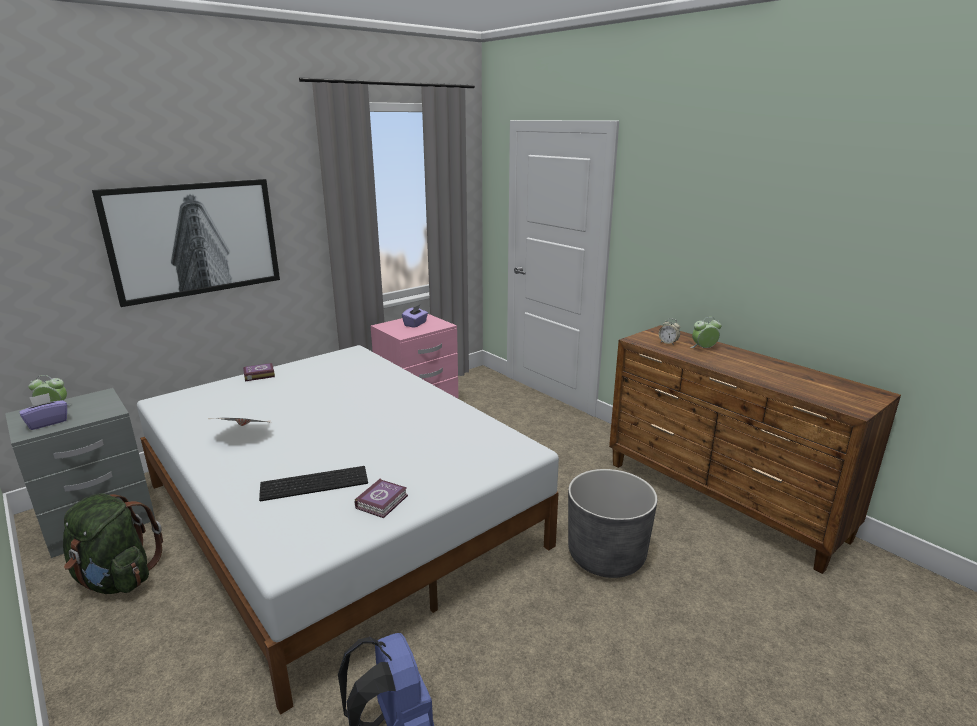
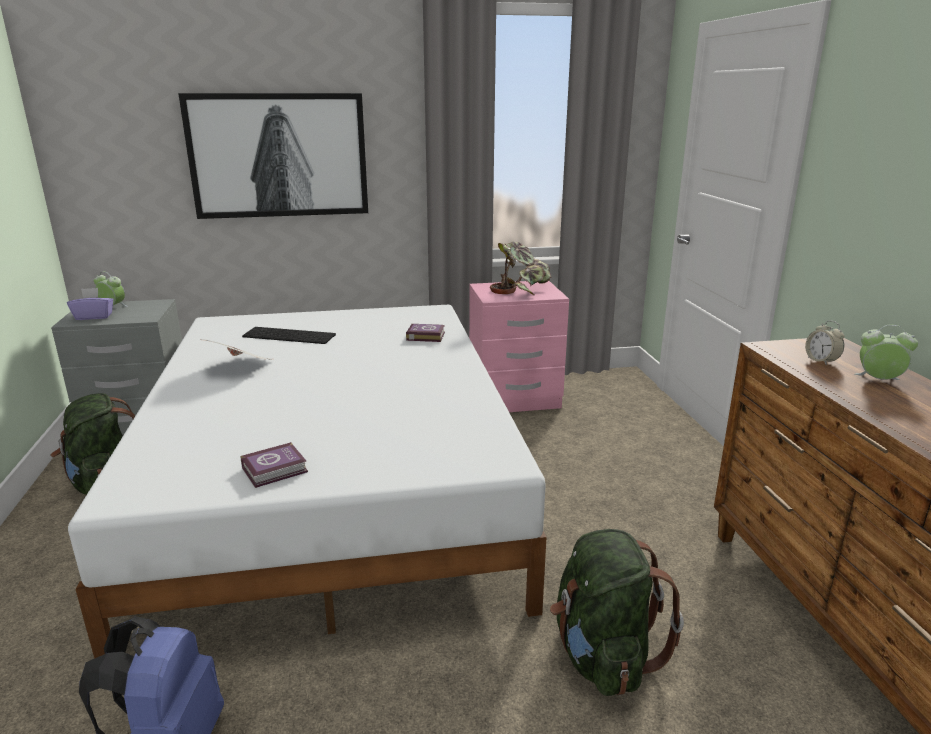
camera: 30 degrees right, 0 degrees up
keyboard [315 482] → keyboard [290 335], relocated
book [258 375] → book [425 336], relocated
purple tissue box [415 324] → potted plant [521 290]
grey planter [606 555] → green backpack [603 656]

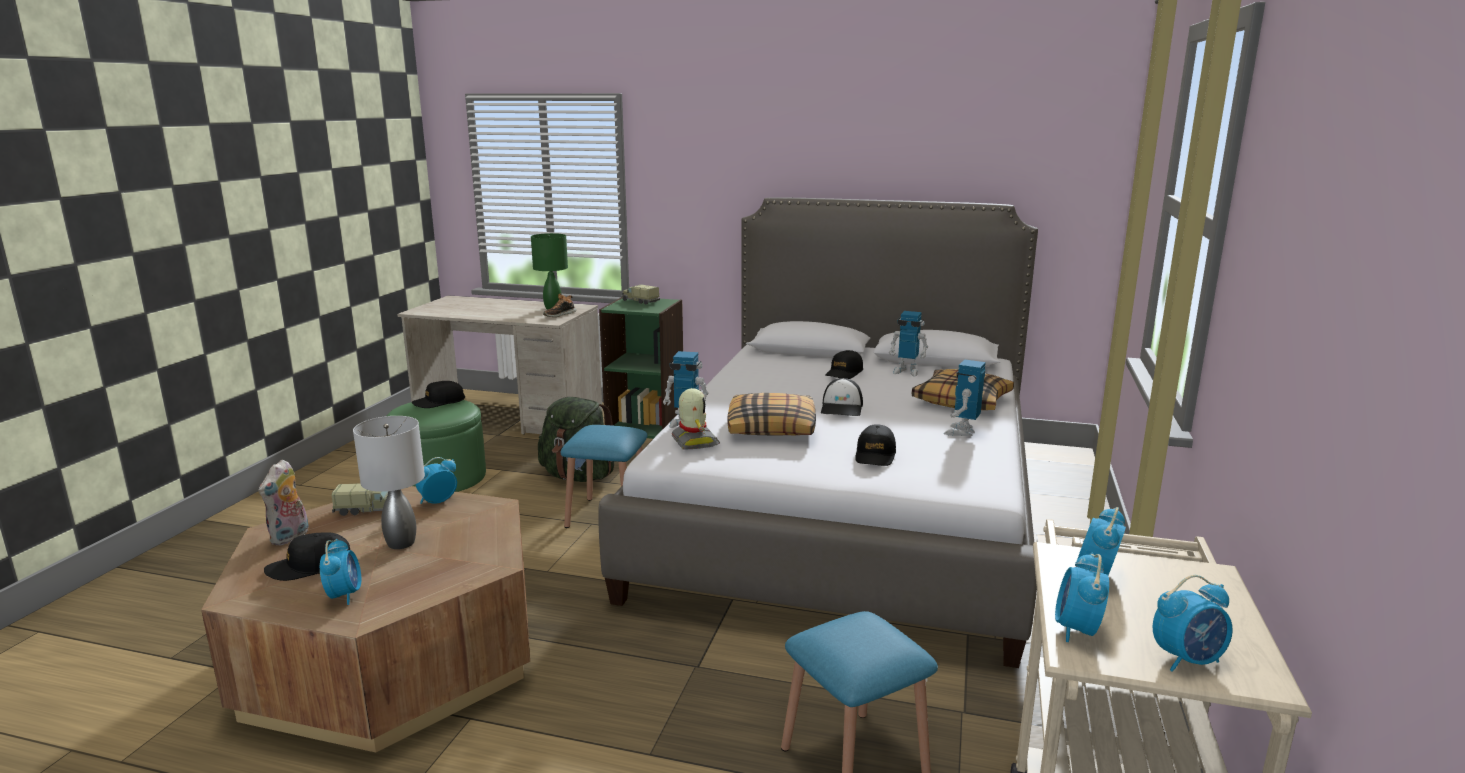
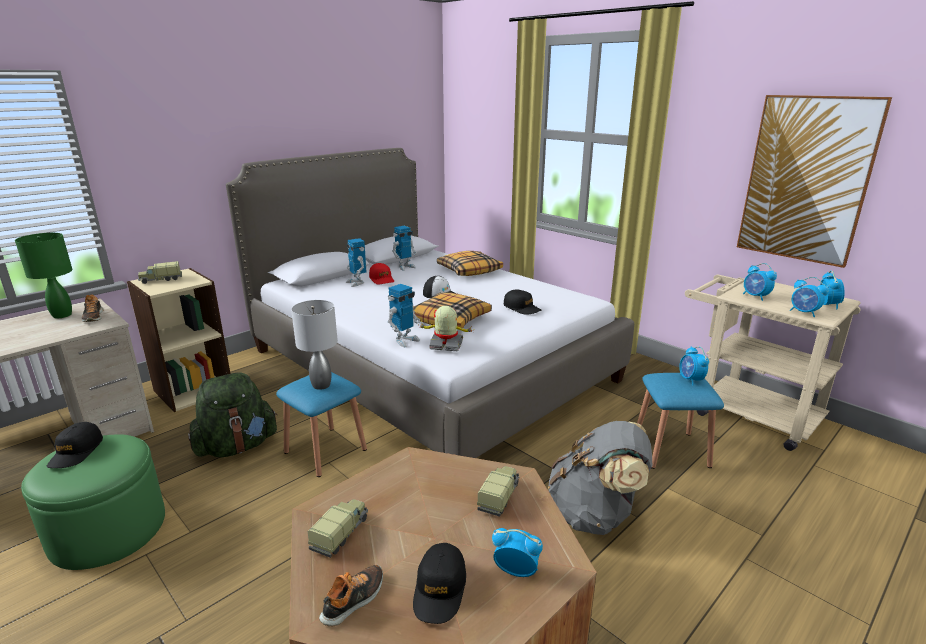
camera: 60 degrees left, 5 degrees up
green bookcase [646 426] → beige bookcase [193 390]
grey table lamp [400 543] → grey table lamp [321 385], relocated
plush toy [290 537] → shoe [354 600]
toy robot [962 432] → toy robot [357 283], relocated
black cap [844 373] → red cap [382 279]
- → toy truck [499 496]
- → grey backpack [595 515]
alarm clock [437 501] → alarm clock [690 380], relocated
- → picture [806 180]

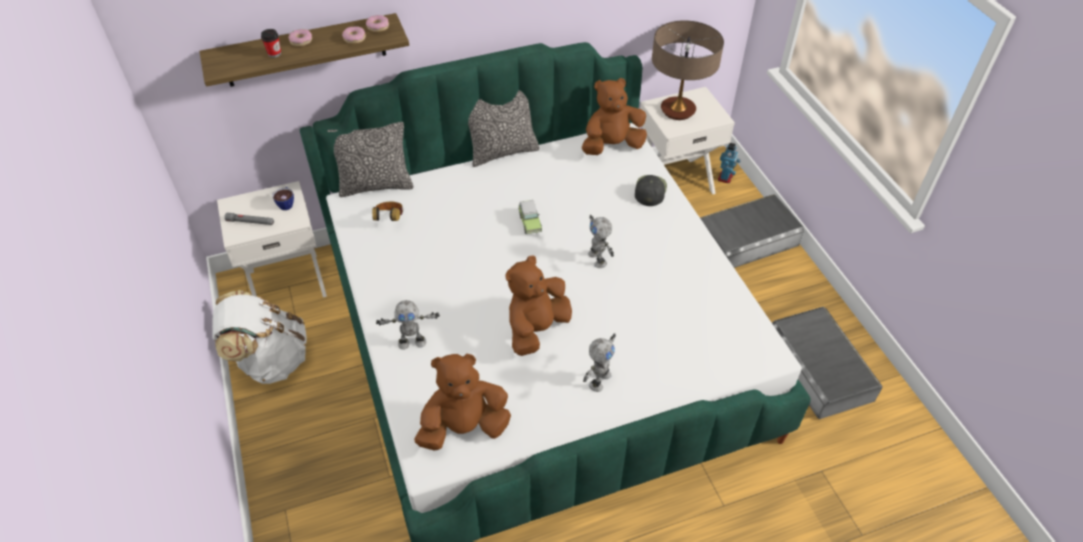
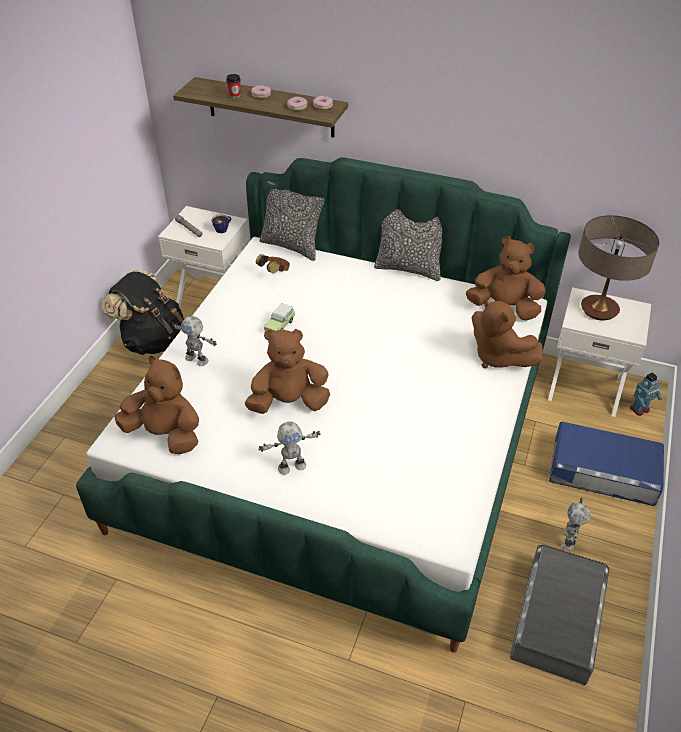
camera: 40 degrees right, 5 degrees down
white backpack [271 360] → black backpack [153 340]
toy car [529 222] → toy car [280 325], relocated
black cap [650 190] → brown plush toy [498 357]
grey storage box [745 239] → blue storage box [603 469]
toy robot [598 259] → toy robot [569 540], relocated

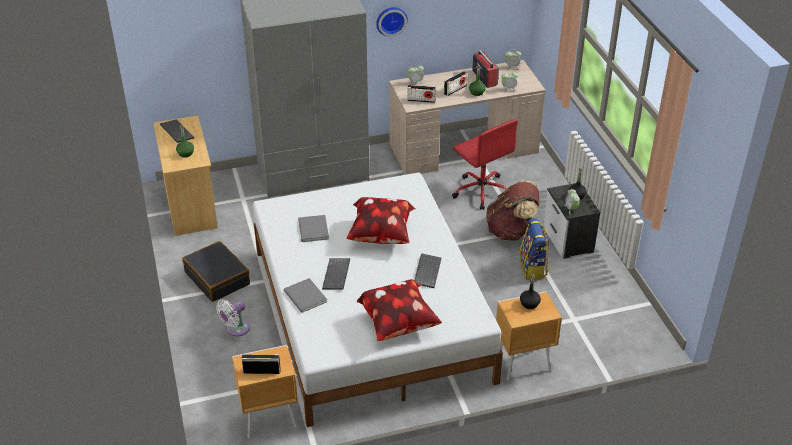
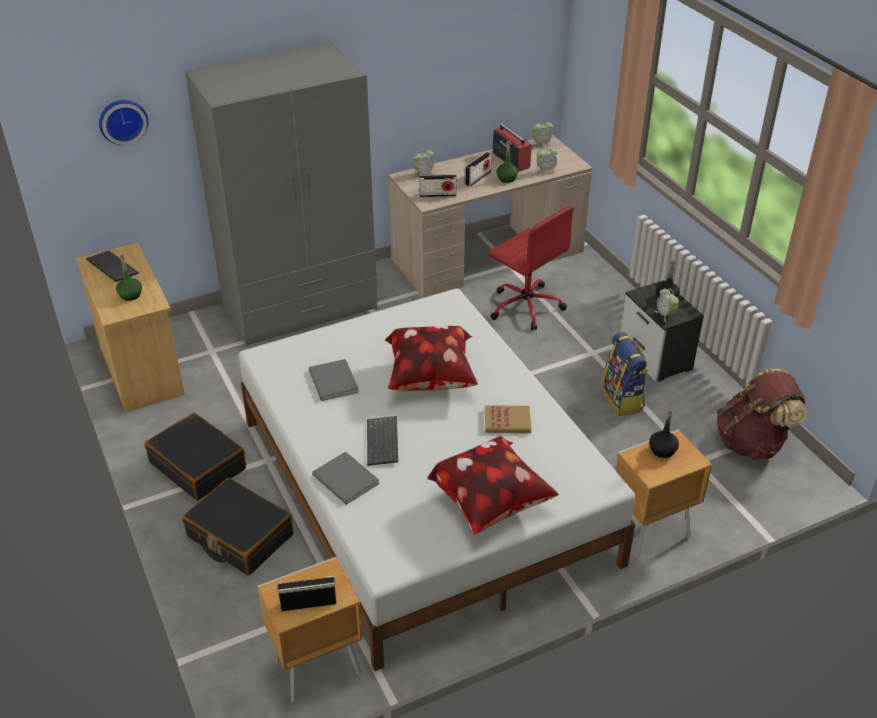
camera: 10 degrees left, 0 degrees up
wall clock [391 20] → wall clock [122 120], relocated
white fan [236 329] → black suitcase [239 536]
keyboard [426 271] → book [507 421]
brown backpack [511 231] → brown backpack [752 443], relocated

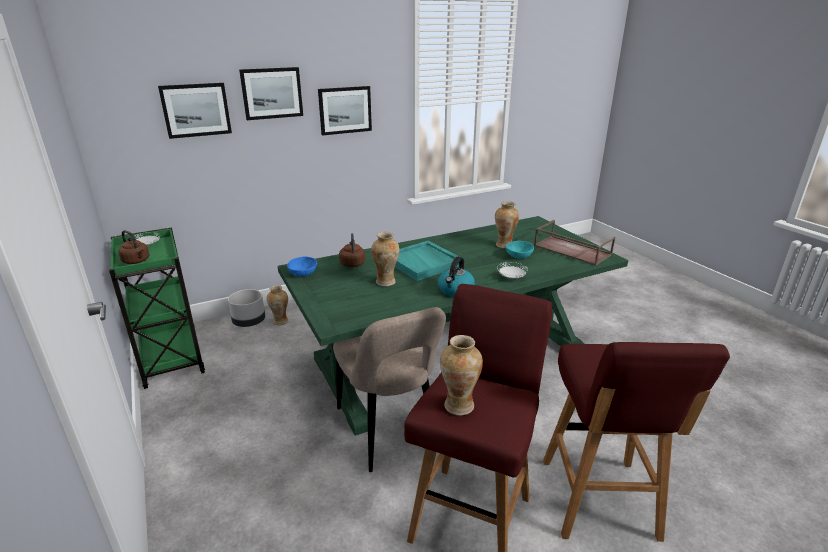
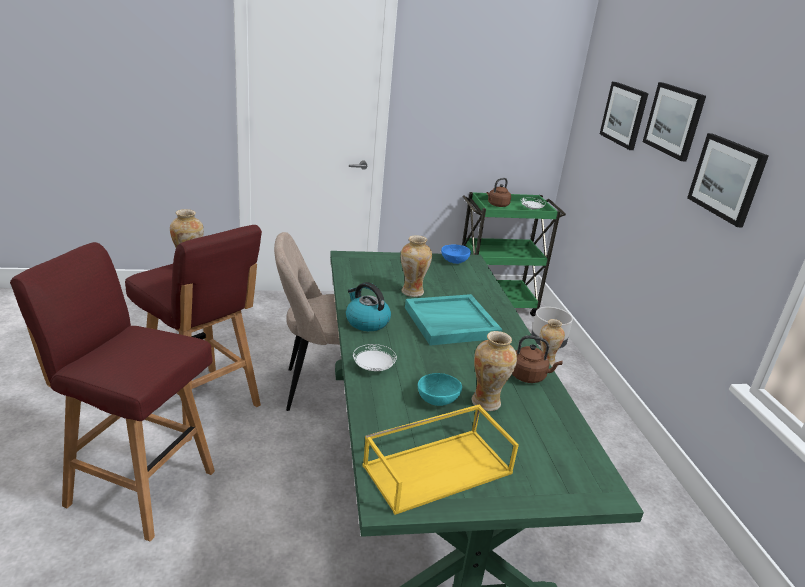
camera: 105 degrees right, 0 degrees up
brown tray [571 250] → yellow tray [438 468]
brown kettle [352 263] → brown kettle [529 376], relocated

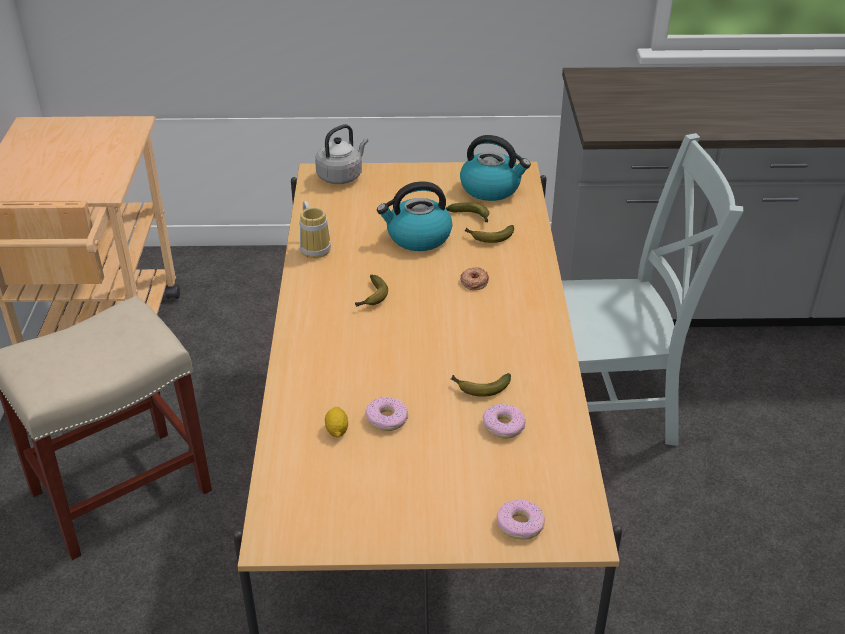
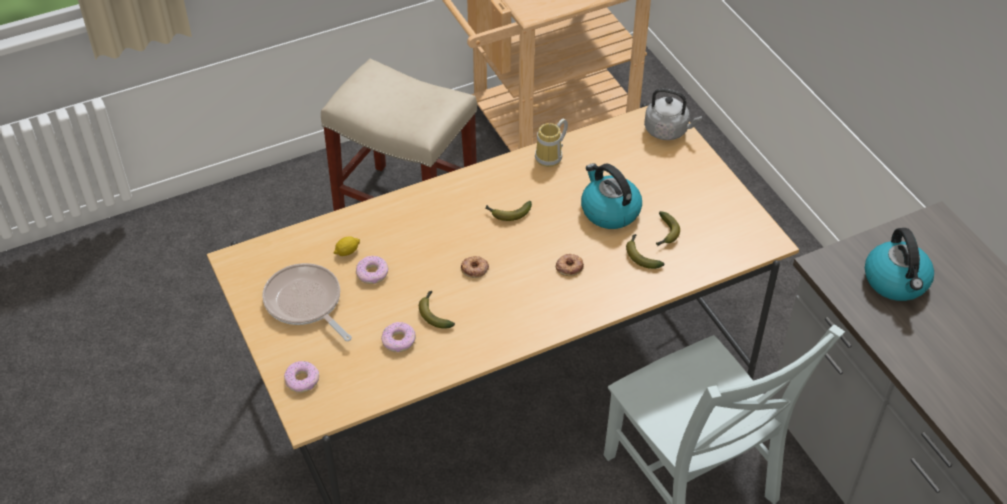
camera: 65 degrees right, 10 degrees up
- → frying pan [305 303]
- → donut [475 269]
kettle [491 188] → kettle [896 282], relocated

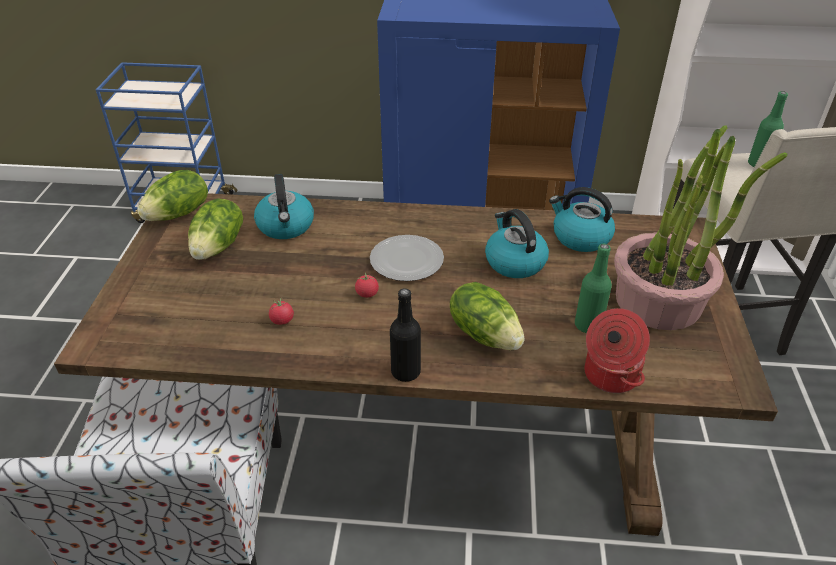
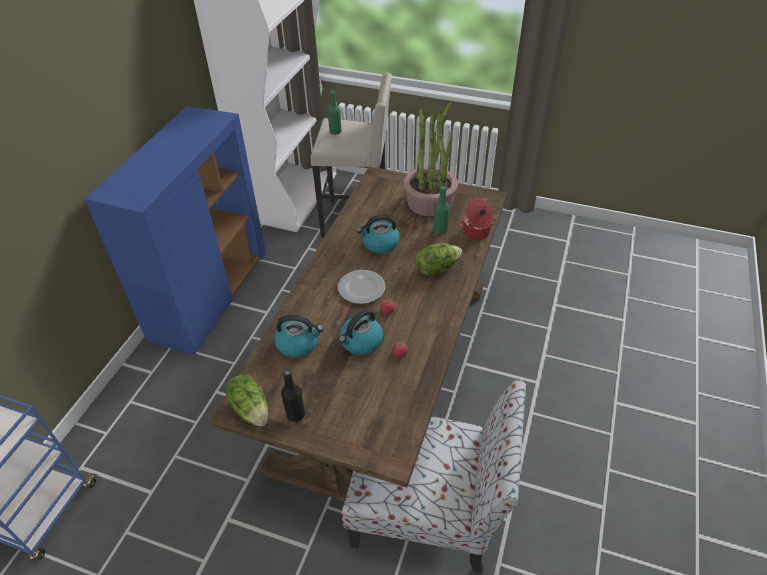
camera: 75 degrees left, 5 degrees up
black bottle [405 372] → black bottle [295 414], relocated
kettle [580 237] → kettle [361 342], relocated
lettuce [219 246] → -

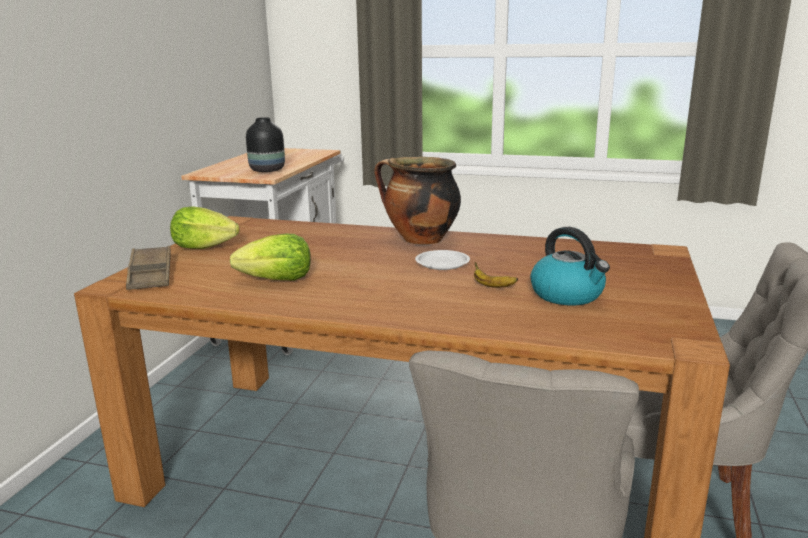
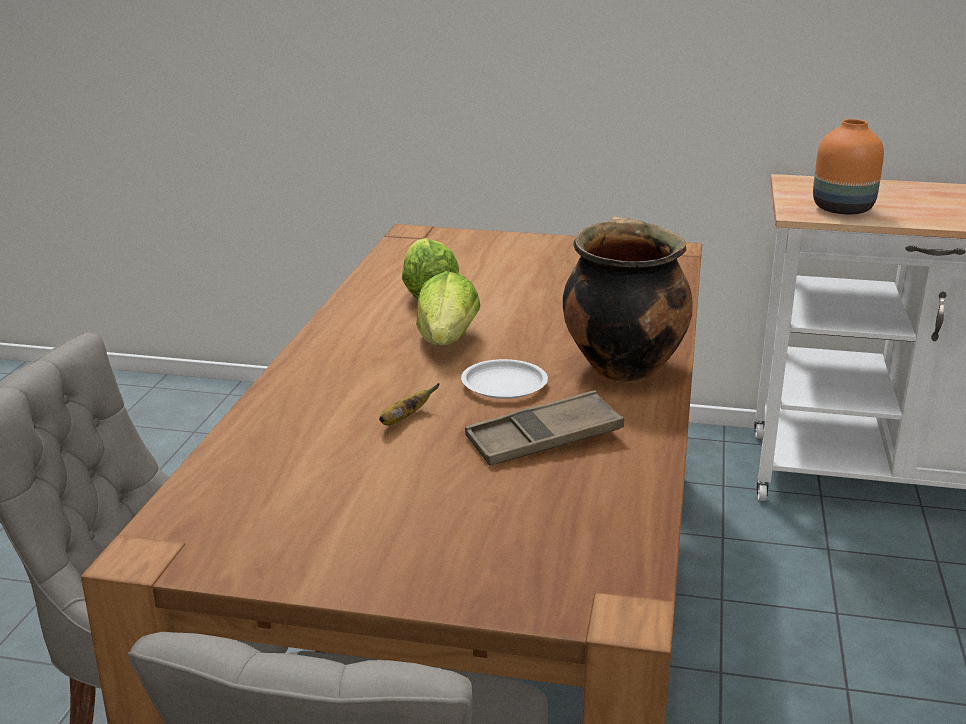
camera: 85 degrees right, 5 degrees up
lettuce [204 247] → lettuce [447 341], relocated
brown tray [150 274] → brown tray [544 439], relocated
black vase [268 170] → orange vase [842 210]
kettle [568 295] → -

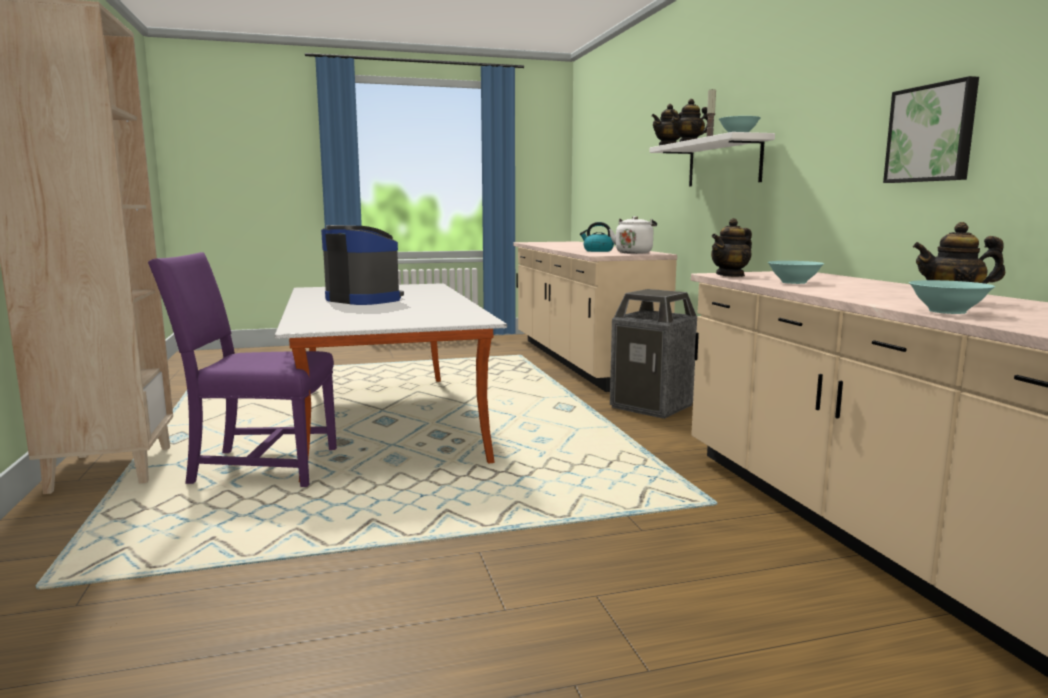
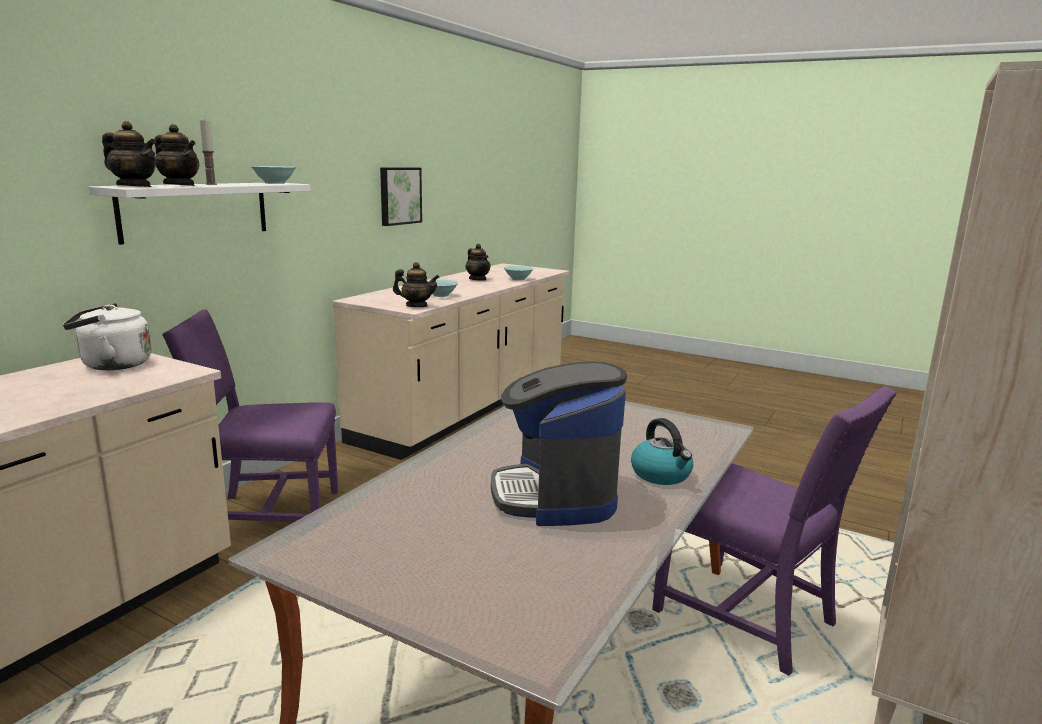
camera: 135 degrees left, 5 degrees up
trash can [652 406] → purple chair [268 515]
kettle [597 251] → kettle [662 475], relocated

